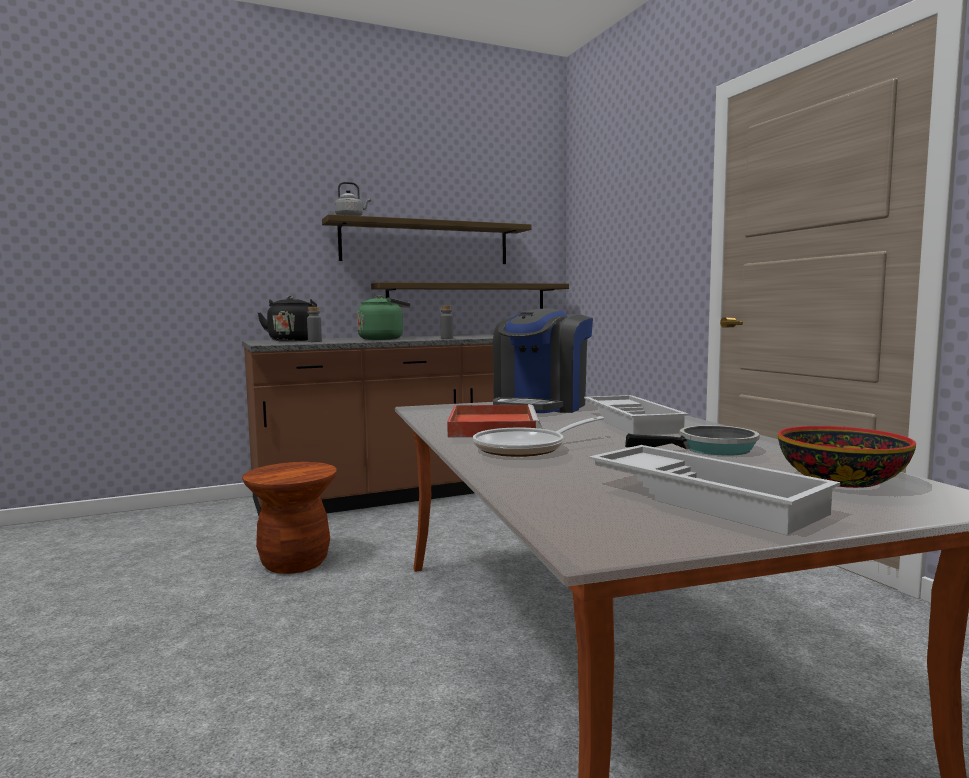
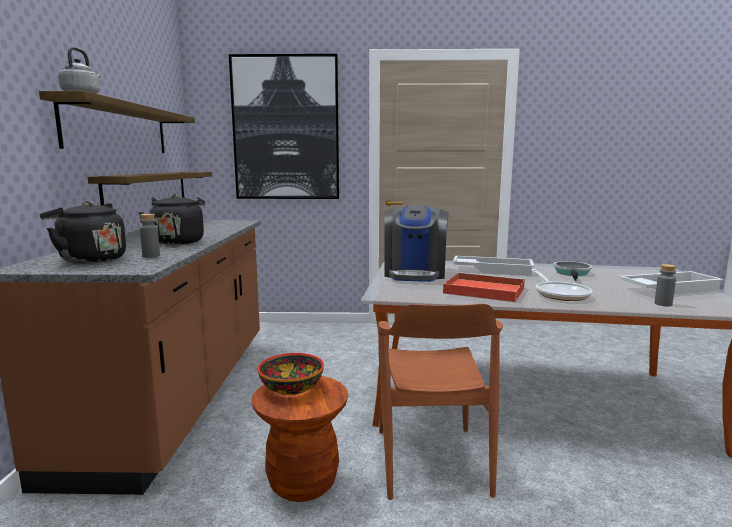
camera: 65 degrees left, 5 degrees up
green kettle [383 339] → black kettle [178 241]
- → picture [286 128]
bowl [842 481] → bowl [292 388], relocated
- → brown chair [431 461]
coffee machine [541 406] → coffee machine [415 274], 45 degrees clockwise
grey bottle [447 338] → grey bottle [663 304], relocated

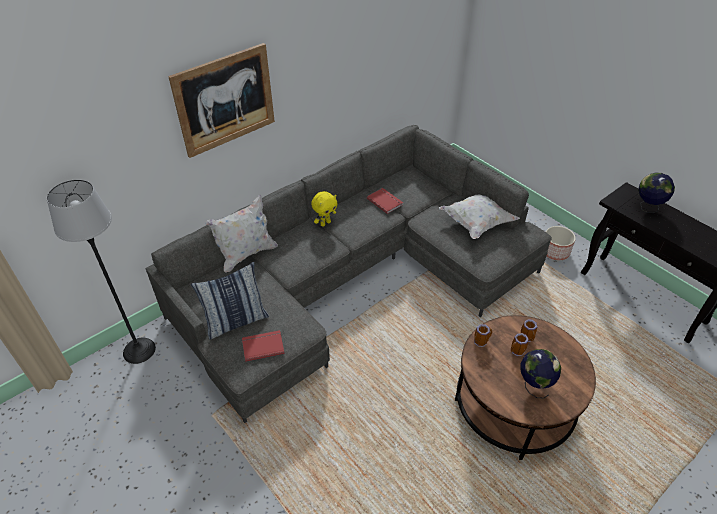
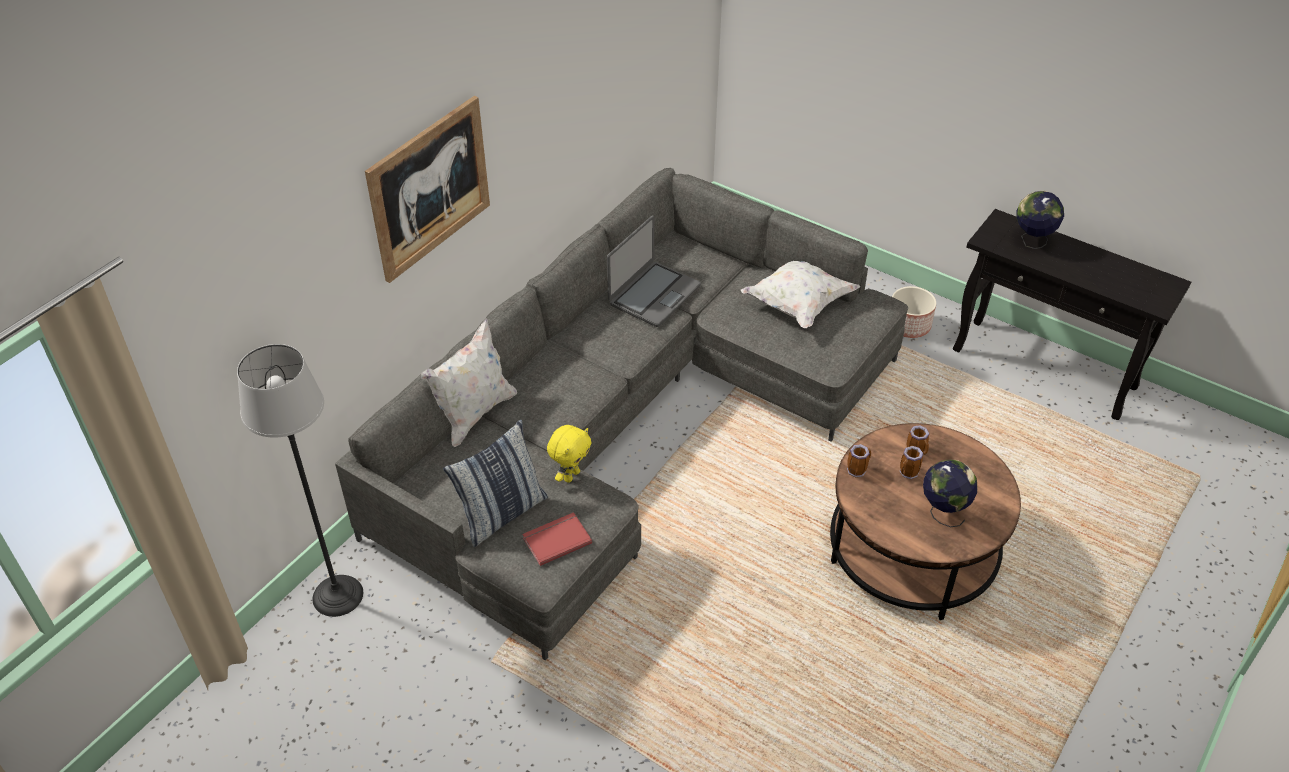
camera: 15 degrees left, 0 degrees up
yellow plush toy [325 223] → yellow plush toy [571 475], relocated
red book [385 201] → laptop [653 295]

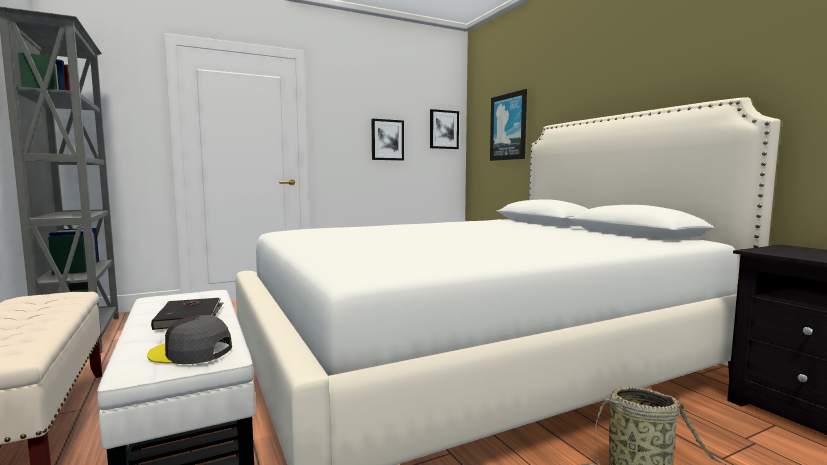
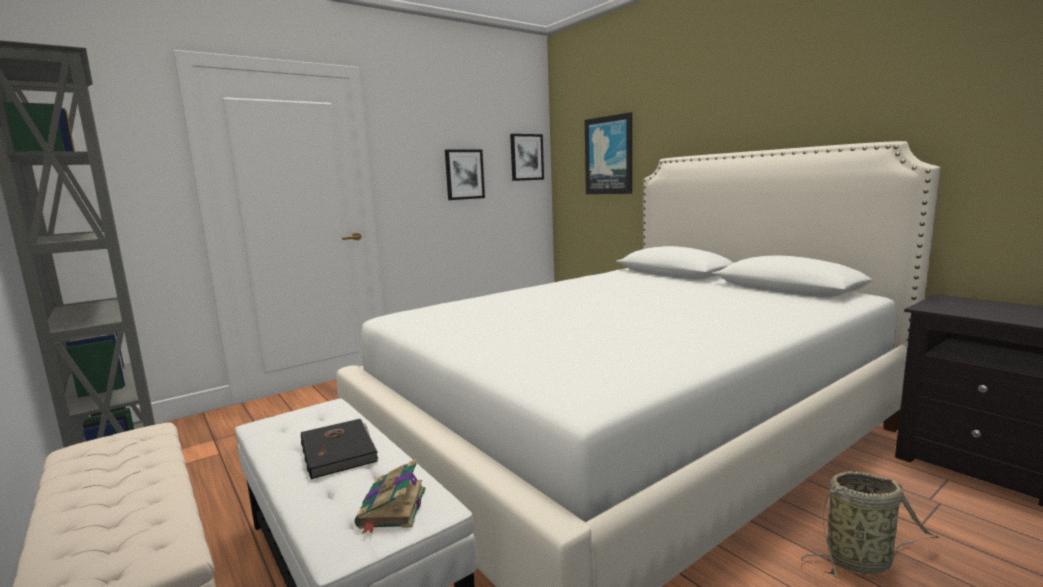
camera: 10 degrees left, 5 degrees up
grey cap [191 352] → book [392 509]

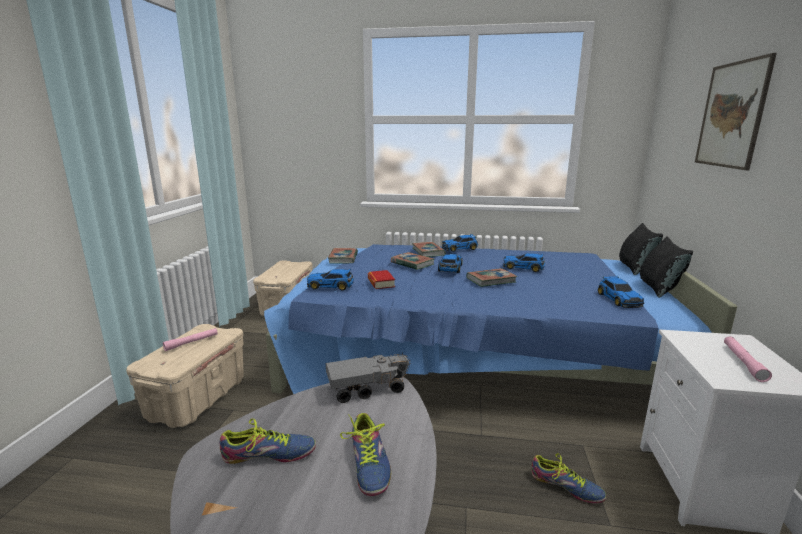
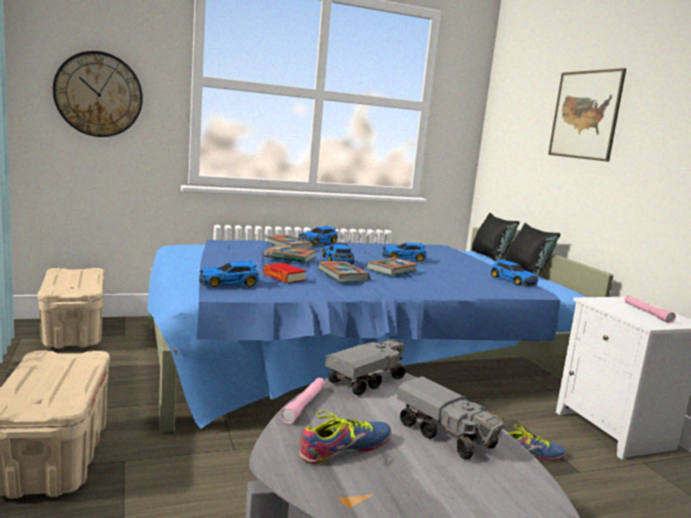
camera: 30 degrees left, 5 degrees down
- → wall clock [98 94]
pink flashlight [191 342] → pink flashlight [304 405], relocated
book [343 258] → book [342 275], relocated
shoe [369 463] → toy truck [446 435]

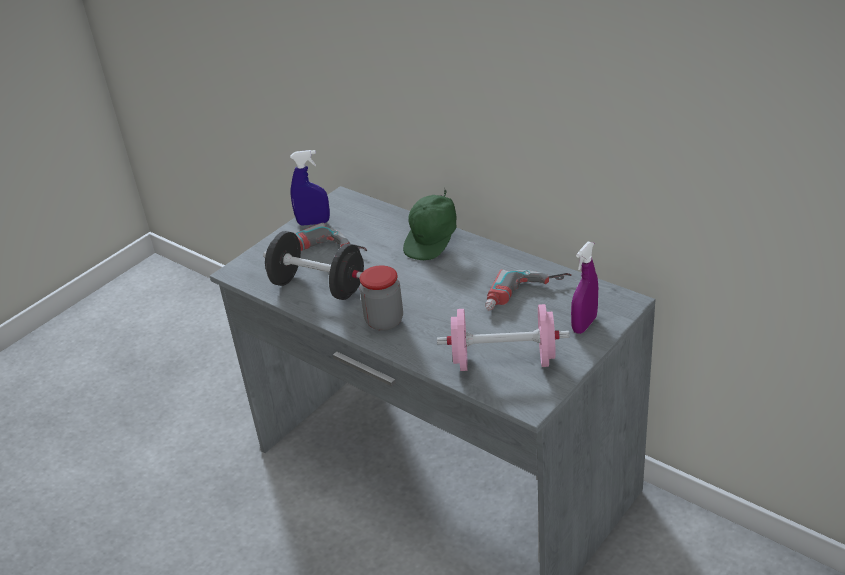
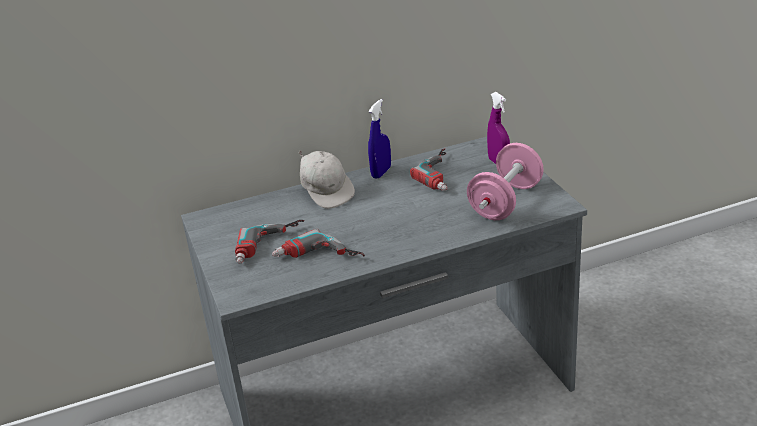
camera: 60 degrees left, 5 degrees down
black dumbbell [318 287] → power drill [317 259]
green cap [433 241] → white cap [326 192]
blue spray bottle [313 223] → blue spray bottle [381 172], relocated
jar [384 321] → -

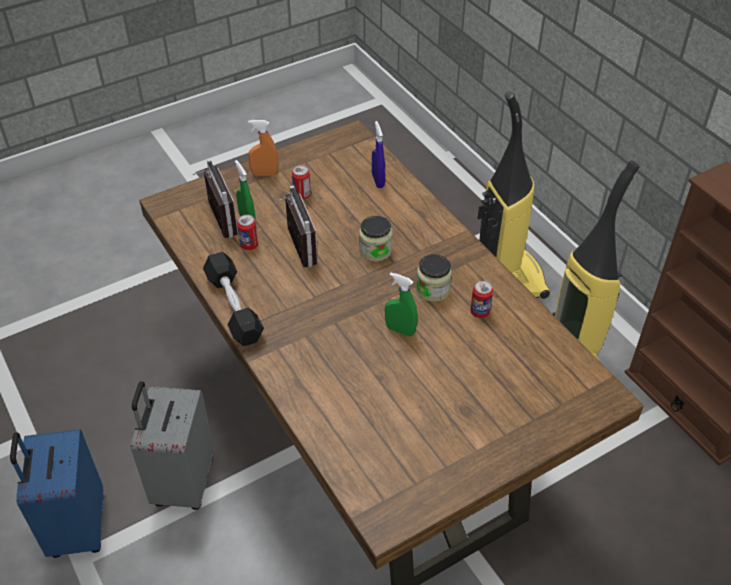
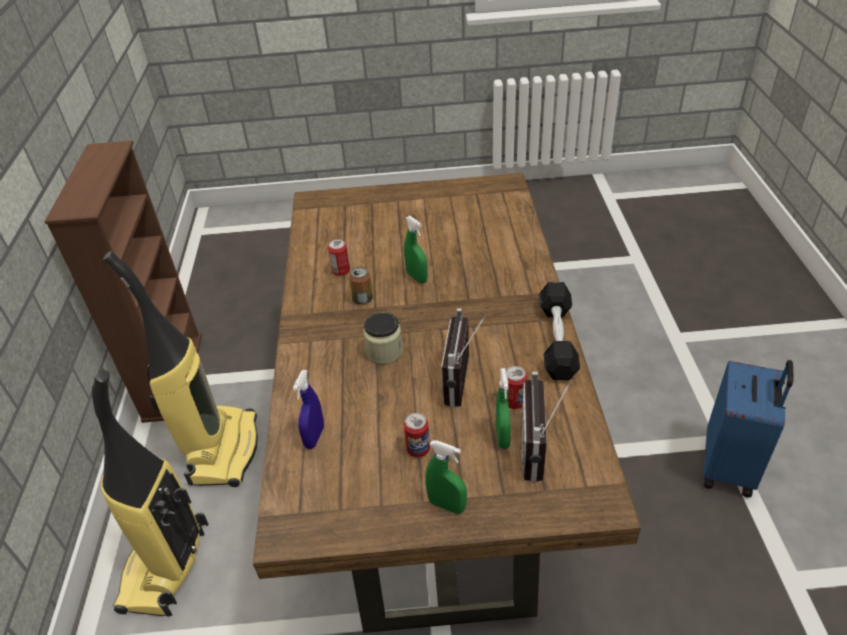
camera: 150 degrees left, 5 degrees down
jar [433 290] → can [362 299]
orange spray bottle [264 174] → green spray bottle [447 505]
grey suitcase [182 482] → -

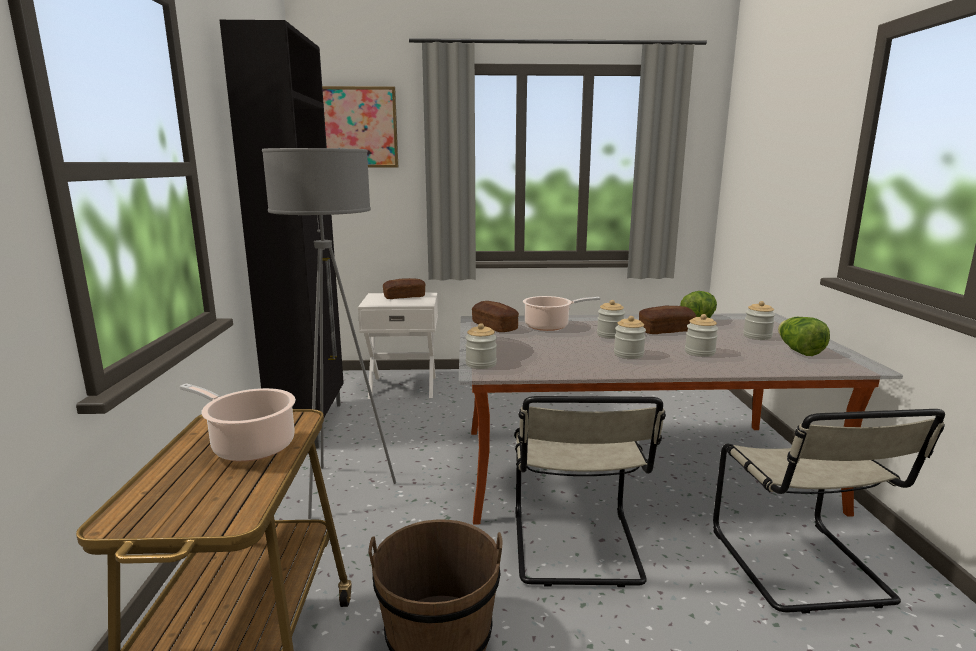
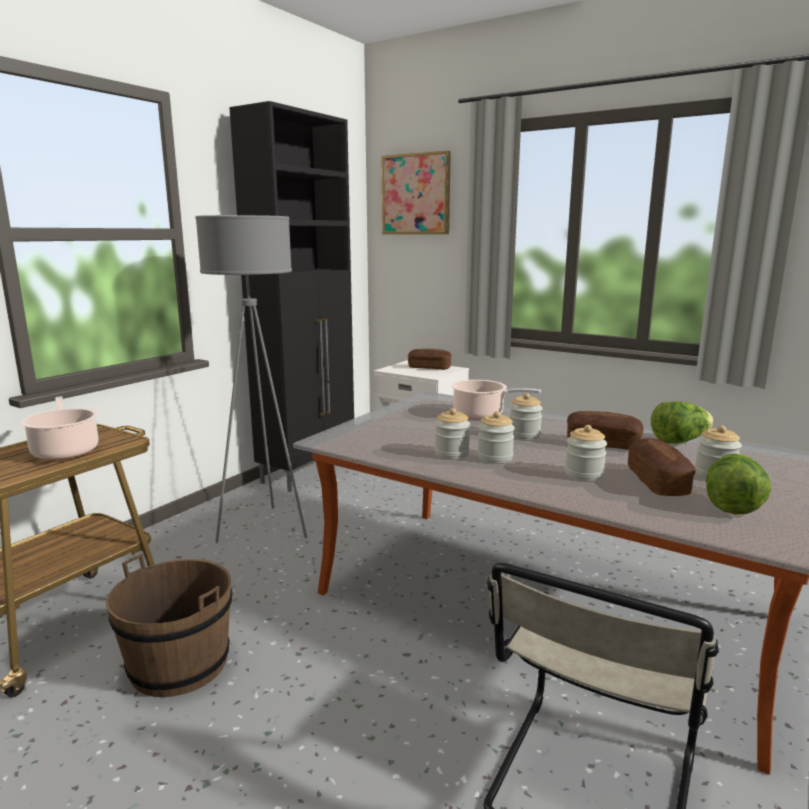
camera: 35 degrees right, 0 degrees up
jar [481 364] → jar [451 453], relocated
bread [494 326] → bread [657 481], relocated
beige chair [576 549] → -

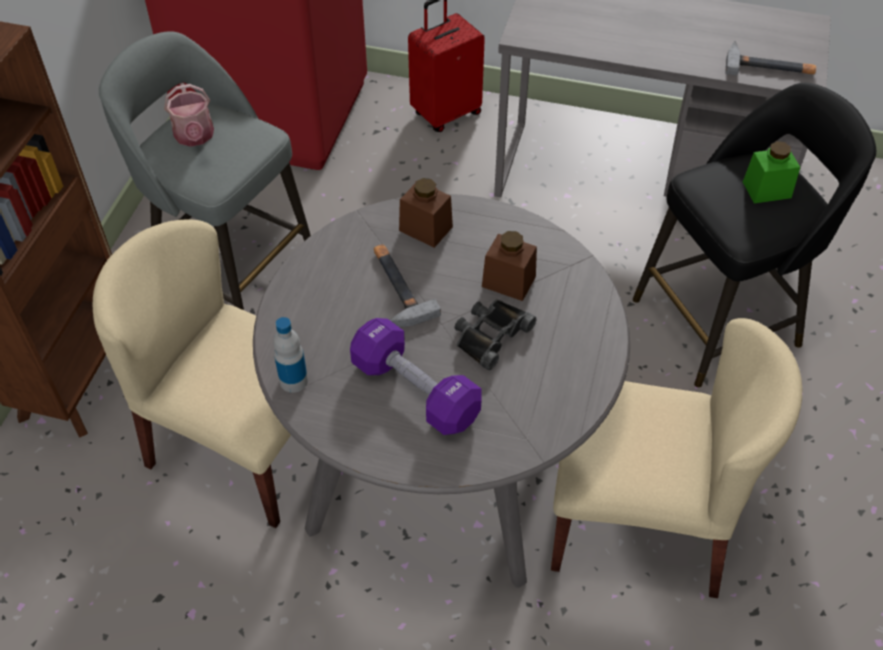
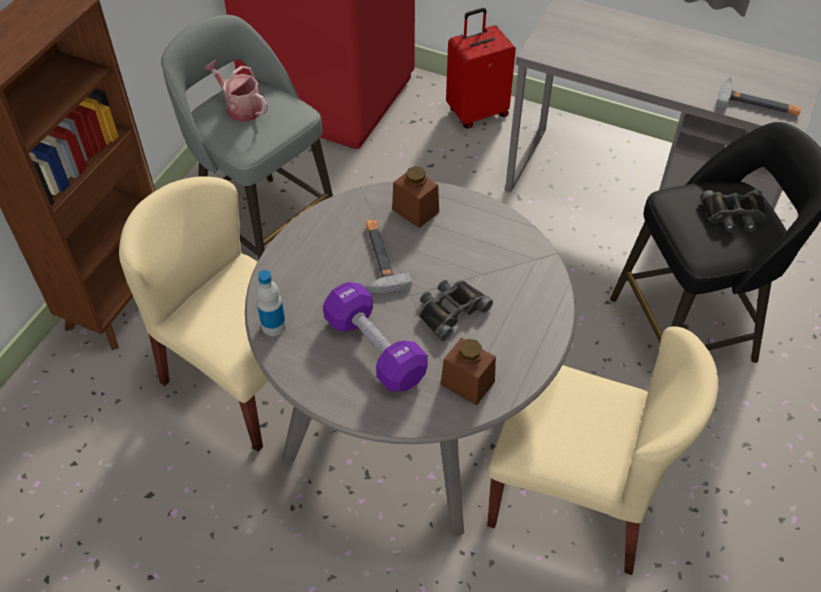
camera: 10 degrees right, 0 degrees up
watering can [195 137] → watering can [240 108], 135 degrees clockwise
brown jar [508 281] → brown jar [467 383], relocated
green jar [766 190] → black binoculars [733 215]

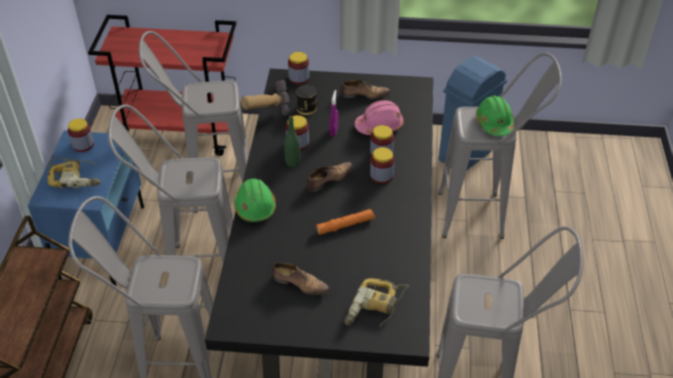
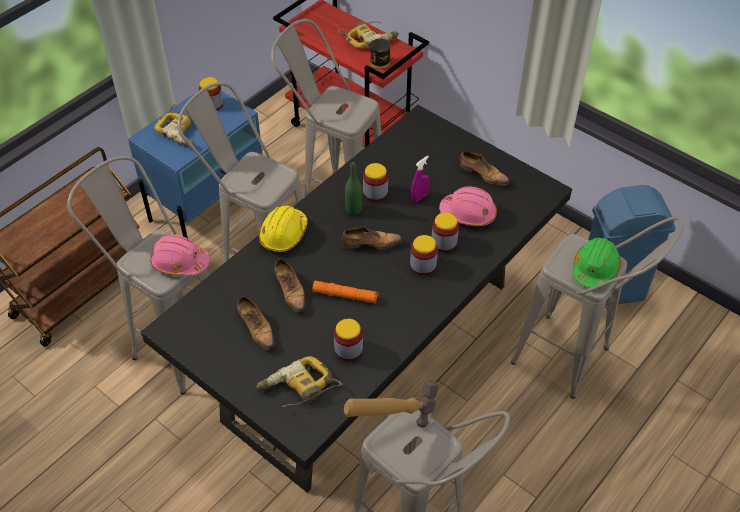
camera: 35 degrees right, 5 degrees up
- → pink hard hat [179 262]
green hard hat [255 206] → yellow hard hat [283 234]
- → shoe [290 290]
jar [299 78] → jar [348 349], relocated
- → power drill [369 38]
hammer [266 122] → hammer [391 424], relocated
can [306 108] → can [380 62], relocated

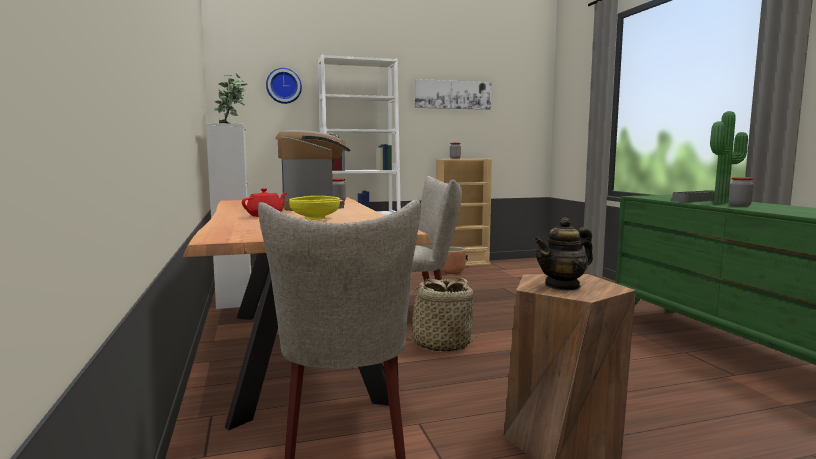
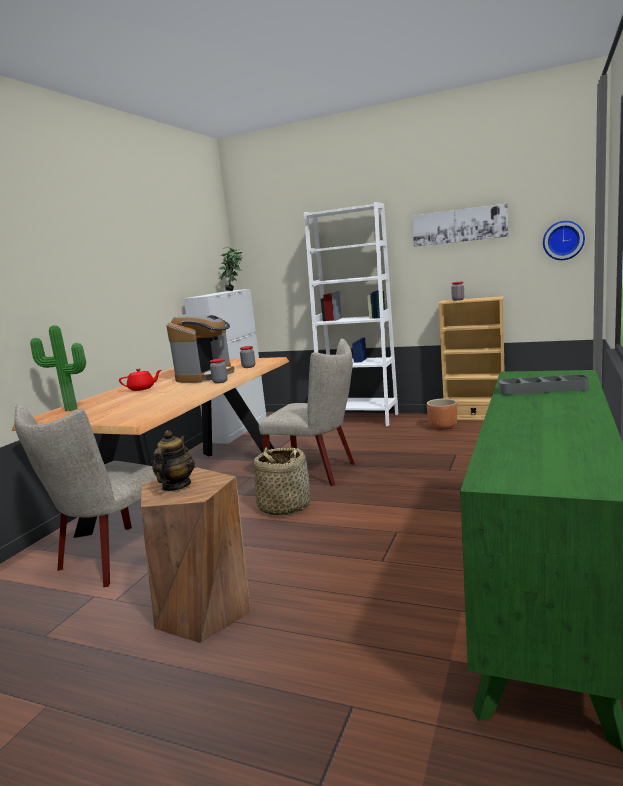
camera: 40 degrees right, 5 degrees up
potted plant [723 203] → potted plant [70 410], relocated
teapot [563 286] → teapot [176 486], 90 degrees clockwise
jar [739 205] → jar [220 382], relocated
wall clock [283 86] → wall clock [563 240], relocated
yellow bowl [315 218] → -

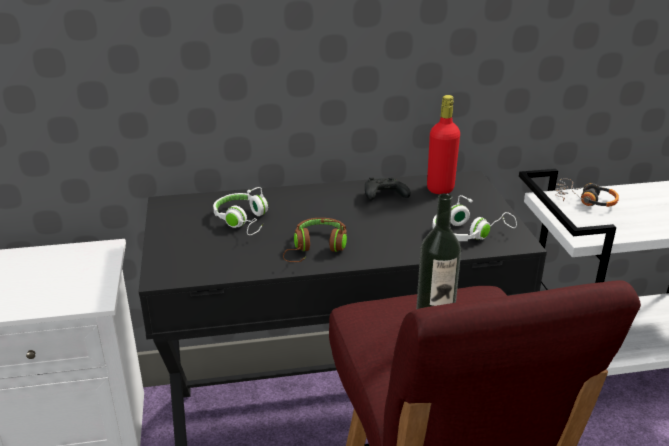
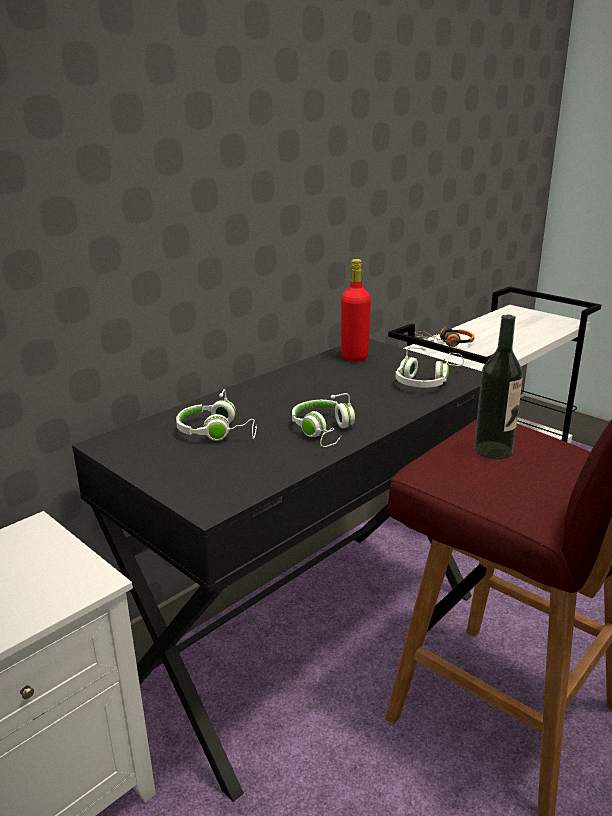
camera: 35 degrees left, 5 degrees down
brown headphones [316 248] → white headphones [324 431]
black game controller [383 196] → -

